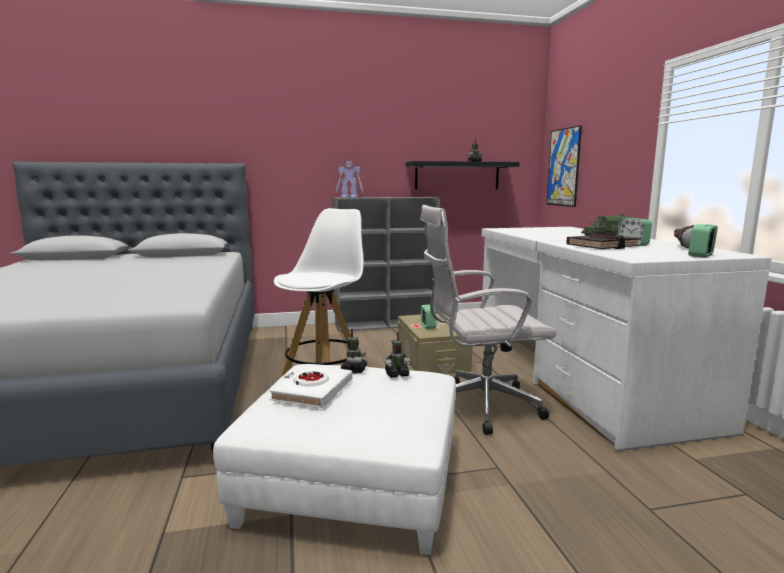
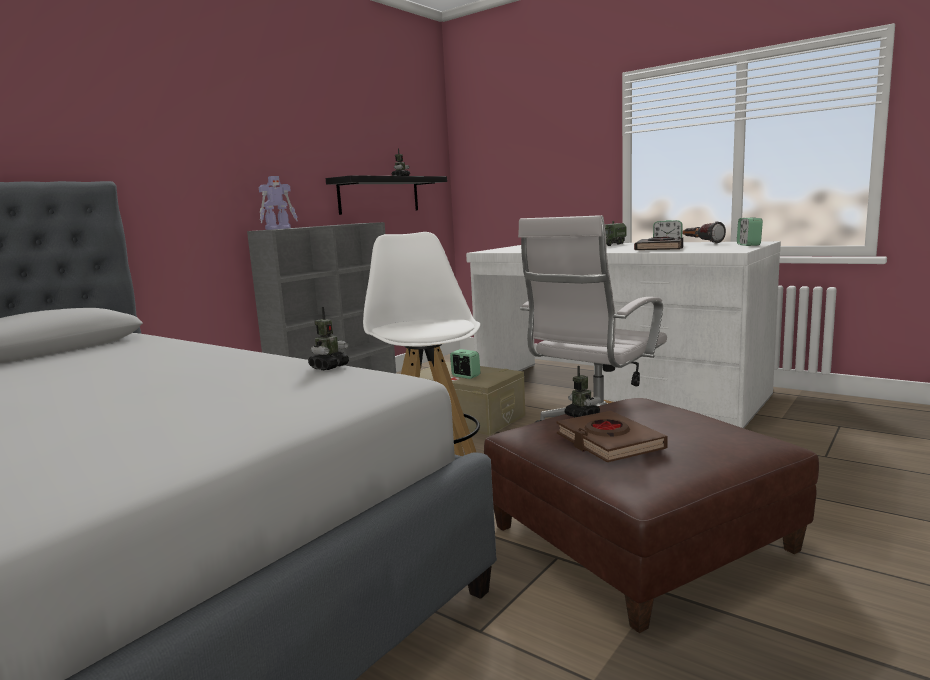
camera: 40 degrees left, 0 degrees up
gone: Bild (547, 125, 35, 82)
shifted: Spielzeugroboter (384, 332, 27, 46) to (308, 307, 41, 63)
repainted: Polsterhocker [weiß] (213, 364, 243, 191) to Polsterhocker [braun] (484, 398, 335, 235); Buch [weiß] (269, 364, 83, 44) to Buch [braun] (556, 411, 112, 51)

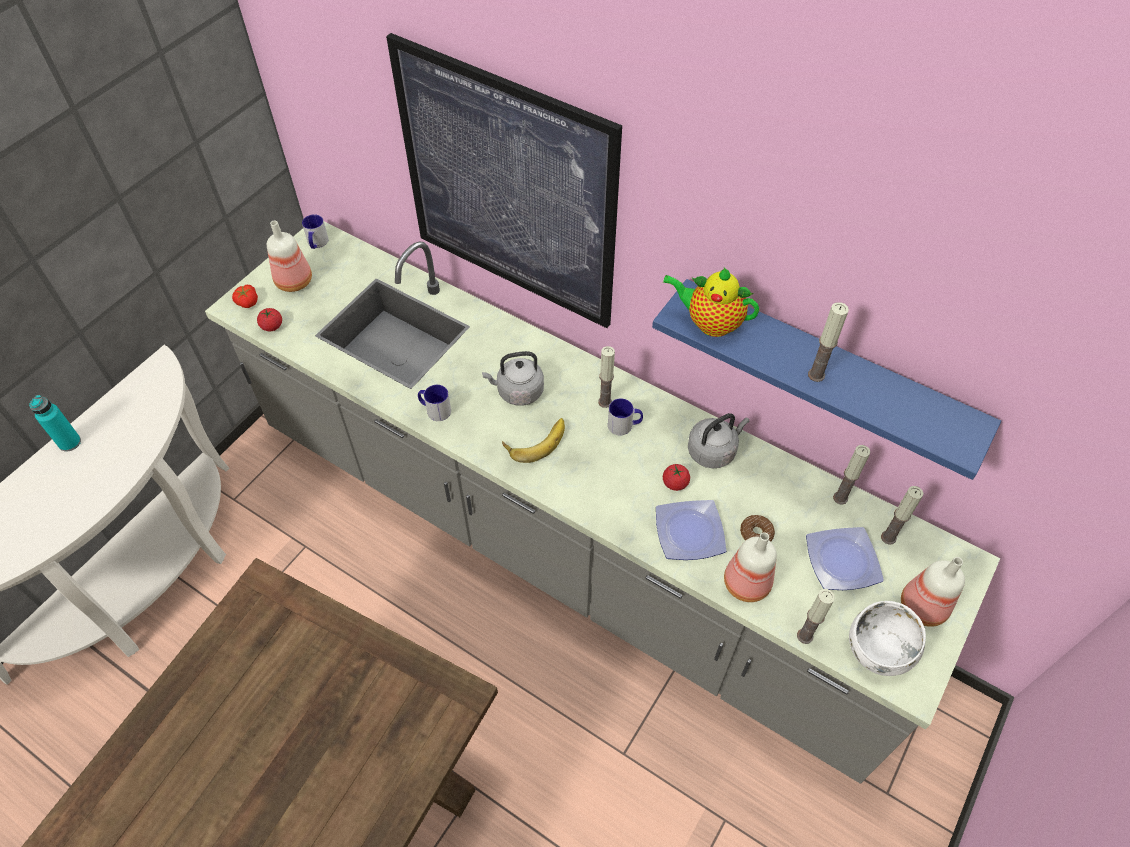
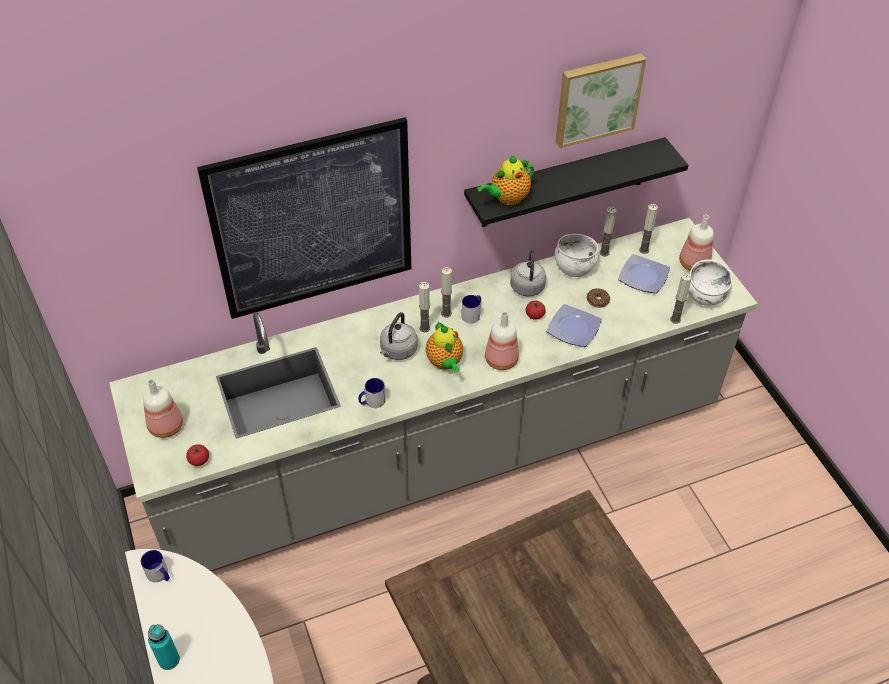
camera: 55 degrees left, 5 degrees down
gone: Tomate (232, 285, 26, 23)
new: Schüssel [weiß] (555, 234, 44, 43); Bild (556, 53, 90, 95)
shifted: Henkelbecher (302, 214, 27, 35) to (141, 550, 29, 32); Kerze (808, 302, 41, 80) to (419, 282, 11, 50); Flasche (724, 532, 53, 70) to (485, 312, 34, 58)
swapped: Banane (502, 418, 63, 45) to Teekanne (426, 321, 37, 52)
repainted: Wandregal [blau] (652, 279, 349, 201) to Wandregal [schwarz] (464, 137, 224, 90)

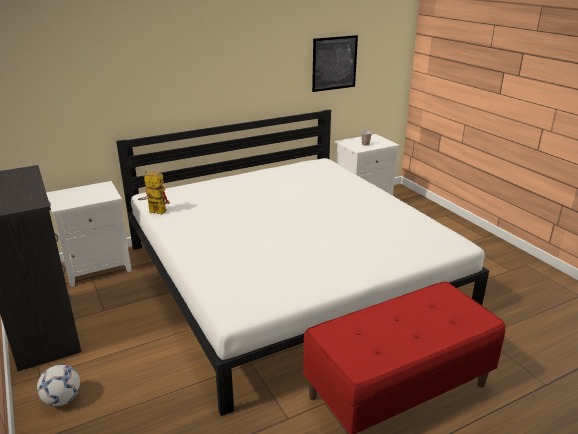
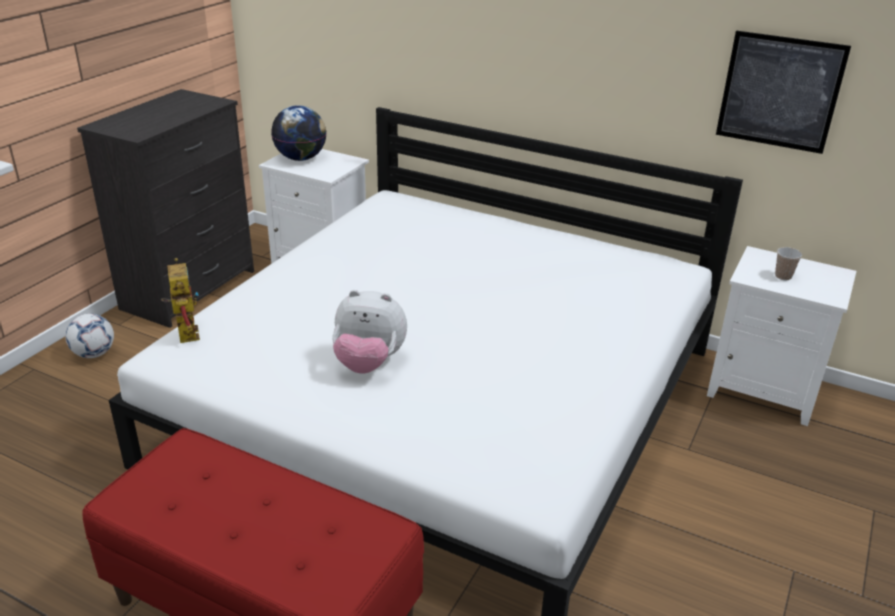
camera: 55 degrees right, 5 degrees up
new: Globus (271, 105, 55, 56); Plüschtier (332, 290, 75, 83)
shifted: Spielzeugroboter (138, 171, 32, 44) to (161, 258, 39, 85)

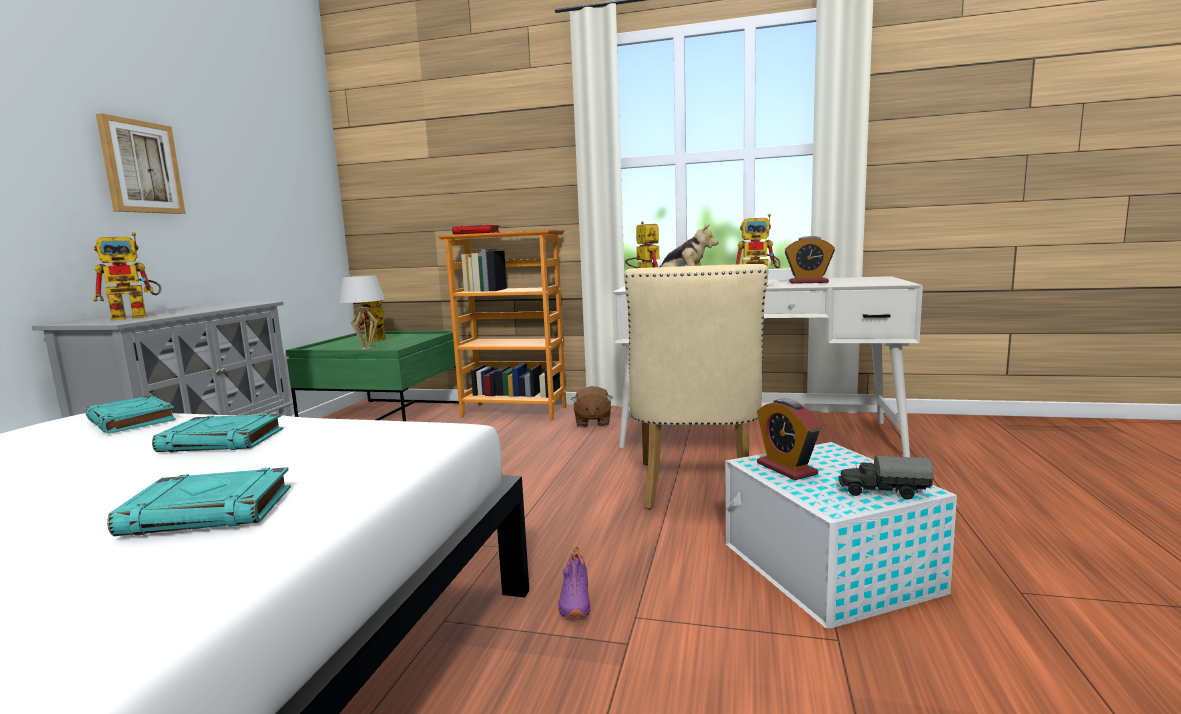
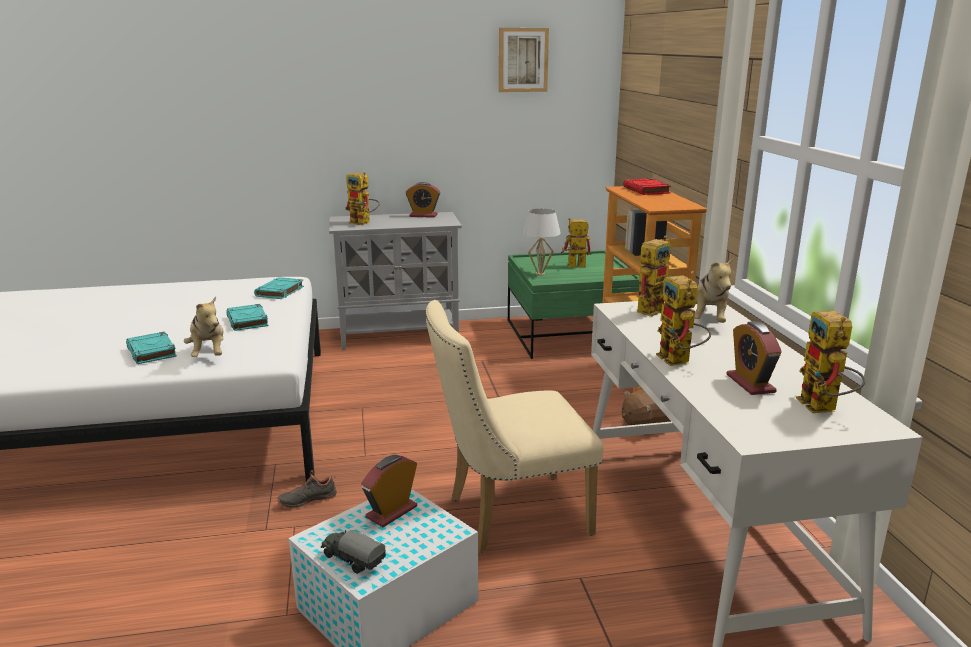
camera: 65 degrees right, 10 degrees up
new: Plüschtier (184, 296, 40, 61); Wecker (406, 182, 34, 36); Spielzeugroboter (796, 311, 69, 102)
shifted: Bild (96, 113, 89, 101) to (499, 28, 50, 64)
repainted: Schuh [lila] (558, 547, 33, 71) to Schuh [schwarz] (278, 470, 59, 38)
rotated: Spielzeuglaster (838, 456, 95, 43) = (321, 530, 65, 44) 45 degrees counterclockwise

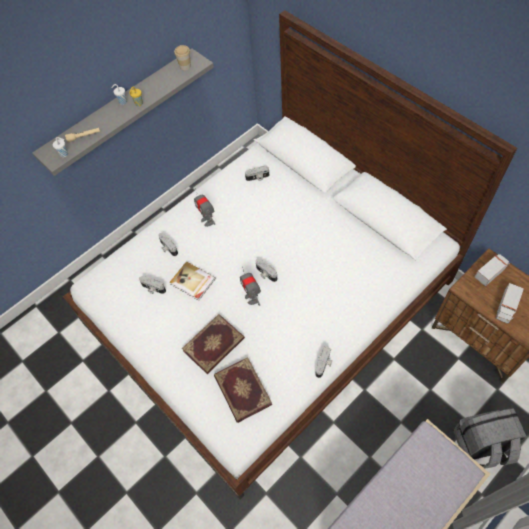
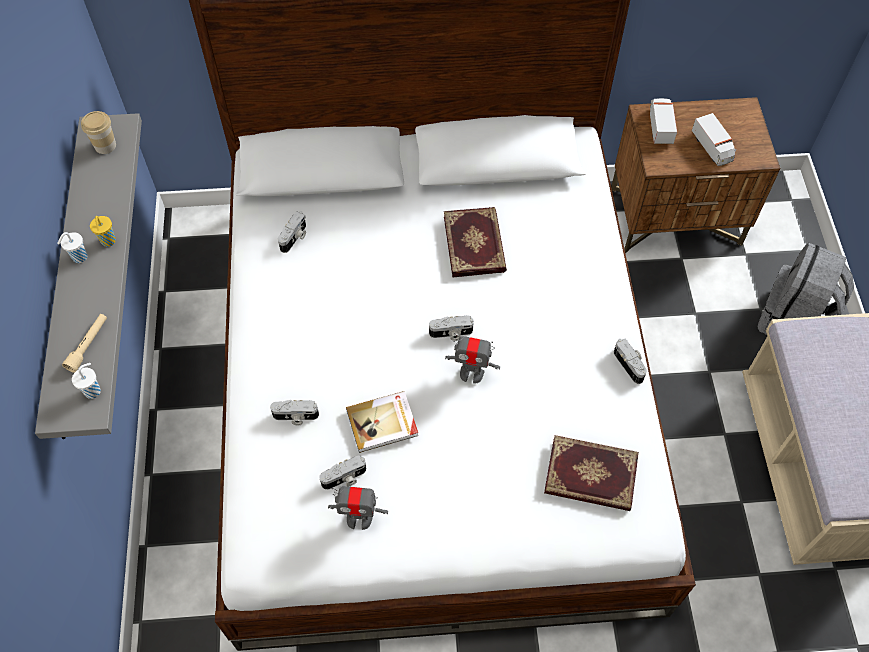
camera: 55 degrees left, 0 degrees up
shifted: Spielzeugroboter (194, 188, 21, 39) to (328, 486, 60, 44); Buch (182, 314, 63, 60) to (444, 207, 63, 70)

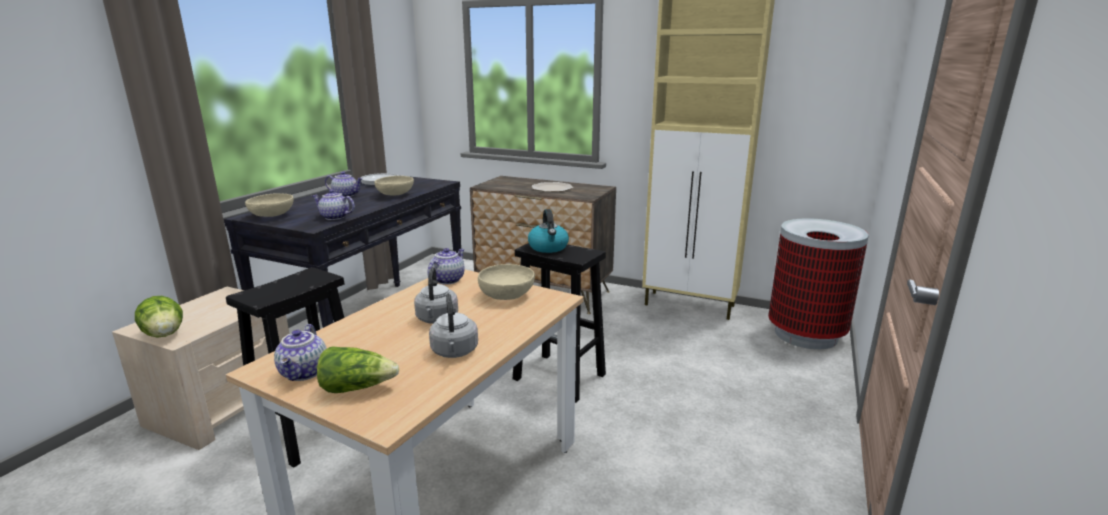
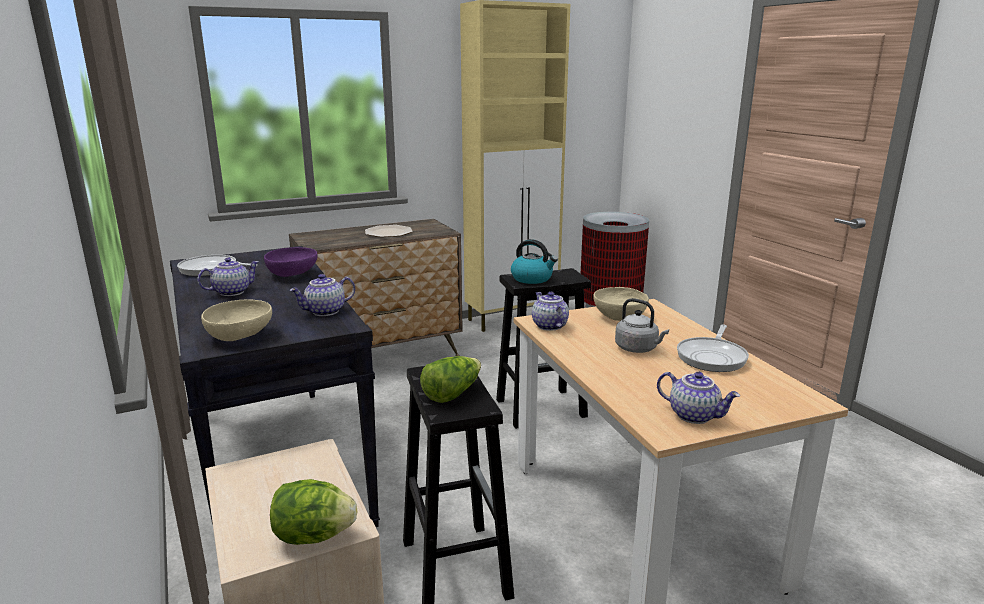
camera: 50 degrees left, 0 degrees up
shifted: Salatkopf (317, 347, 82, 46) to (420, 356, 61, 47)
swapped: Wasserkessel [grau] (429, 294, 49, 64) to Pfanne (677, 325, 72, 47)
repainted: Schüssel [beige] (374, 176, 40, 20) to Schüssel [lila] (264, 247, 54, 30)

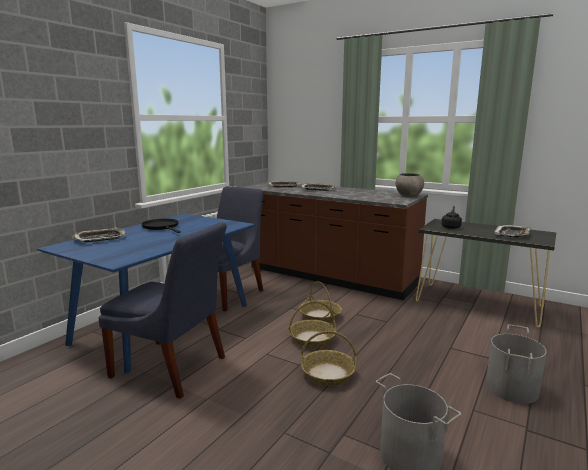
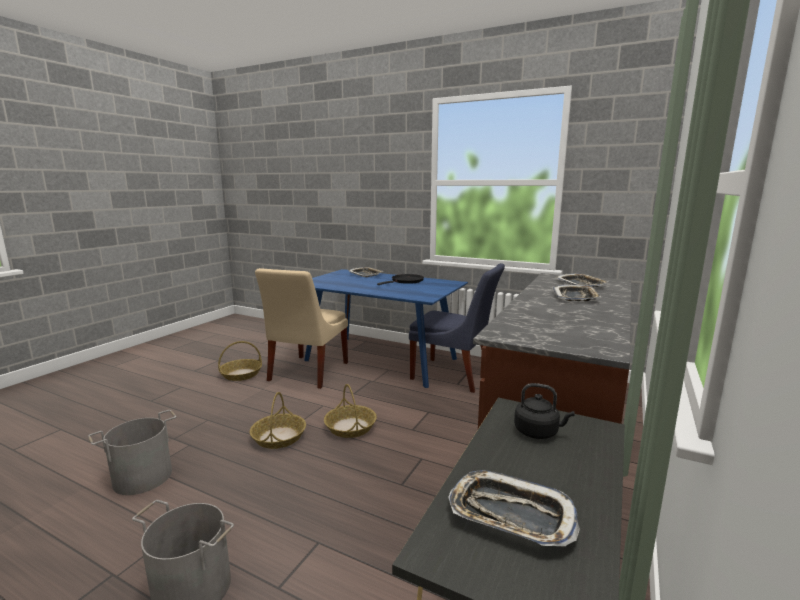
camera: 85 degrees right, 0 degrees up
gone: Schüssel [grau] (396, 173, 28, 24)
shifted: Korb (300, 281, 42, 42) to (218, 341, 44, 40)
repainted: Stuhl [blau] (98, 222, 129, 177) to Stuhl [beige] (255, 268, 93, 121)

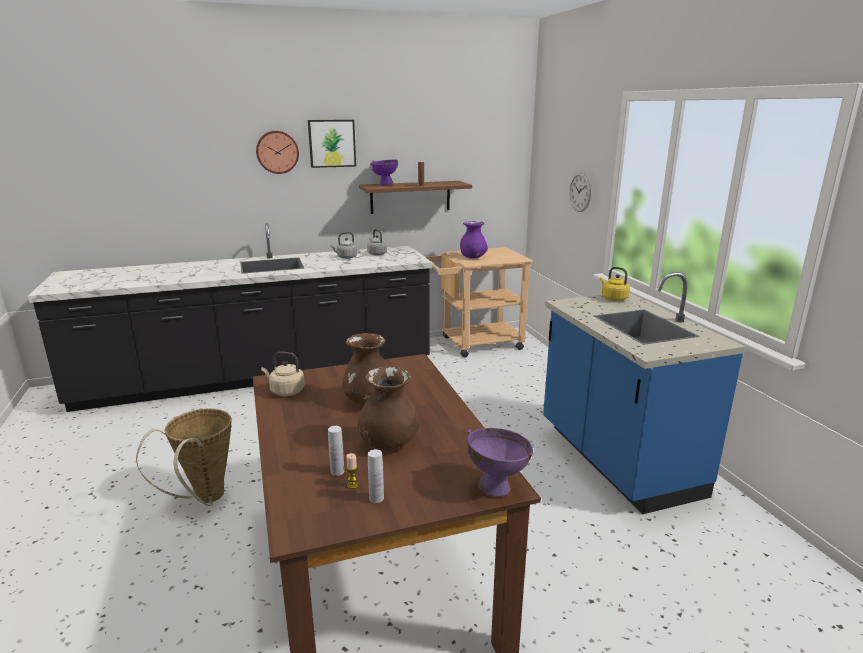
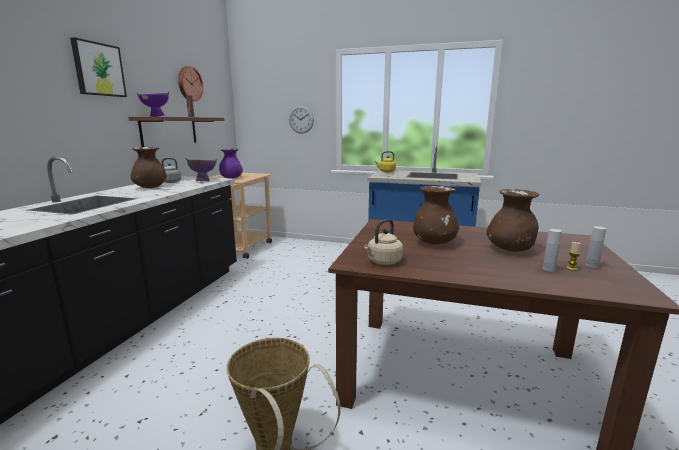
camera: 55 degrees left, 5 degrees down
shifted: Wanduhr (256, 131, 43, 43) to (178, 66, 25, 35); Schüssel [lila] (467, 428, 66, 68) to (186, 158, 31, 23)
swapped: Wasserkessel [grau] (330, 232, 28, 27) to Vase [braun] (131, 147, 36, 41)

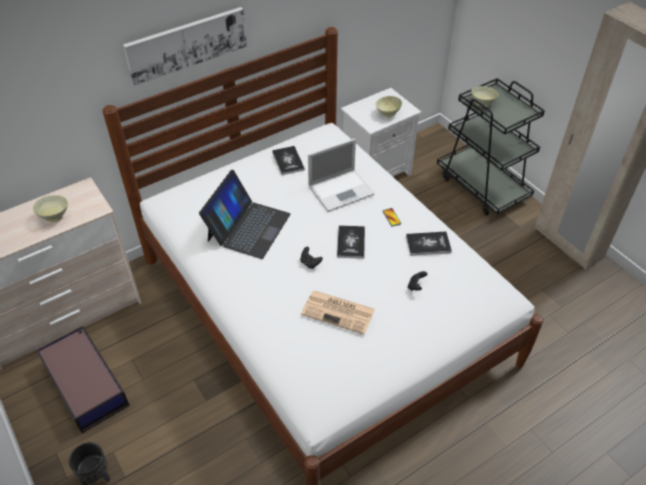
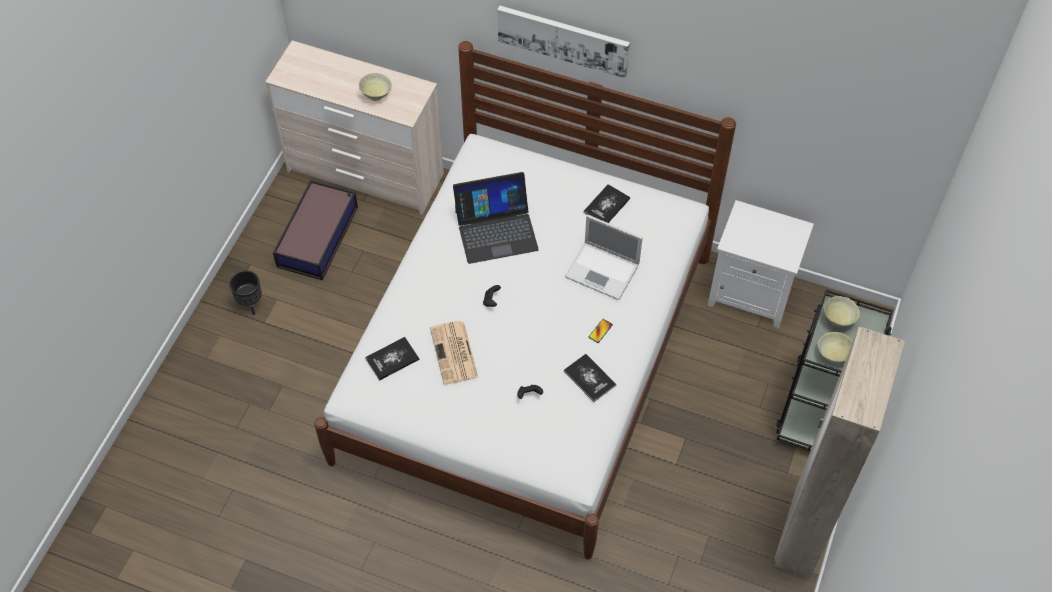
camera: 55 degrees right, 10 degrees up
shifted: Buch (337, 225, 28, 34) to (365, 337, 54, 44); Schüssel [beige] (376, 96, 26, 21) to (818, 332, 35, 31)

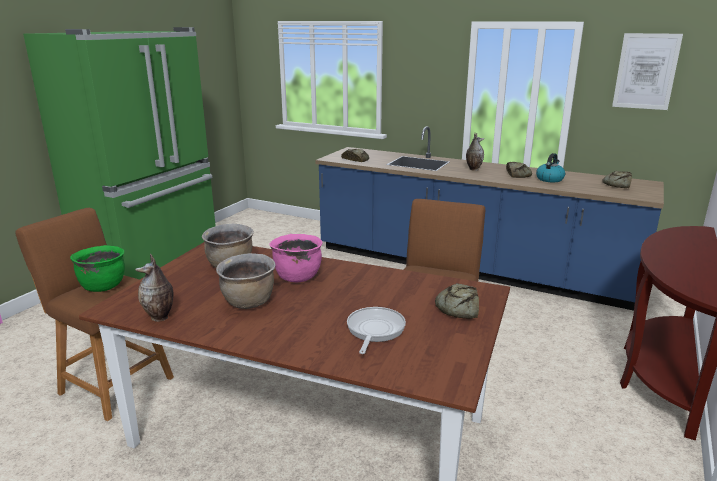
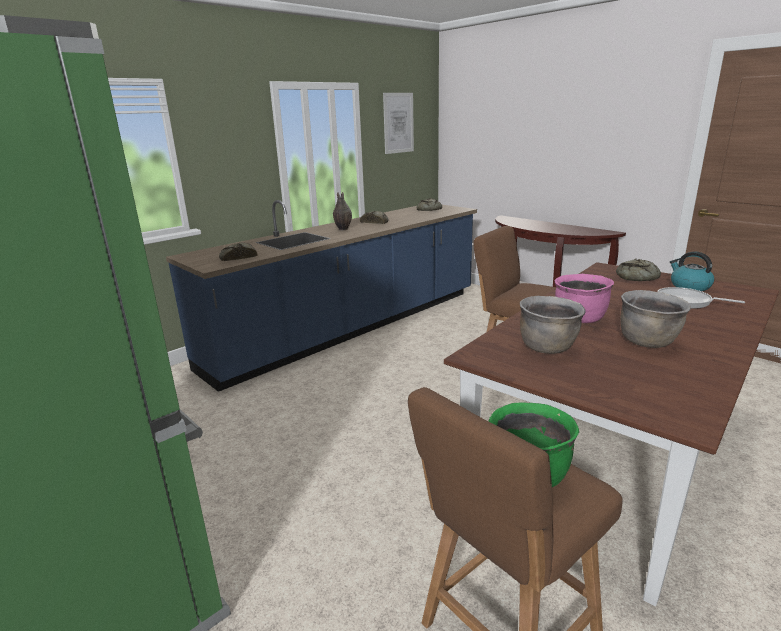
camera: 70 degrees left, 0 degrees up
gone: Vase (135, 254, 38, 68)
shifted: Wasserkessel (536, 153, 29, 29) to (670, 251, 44, 40)

